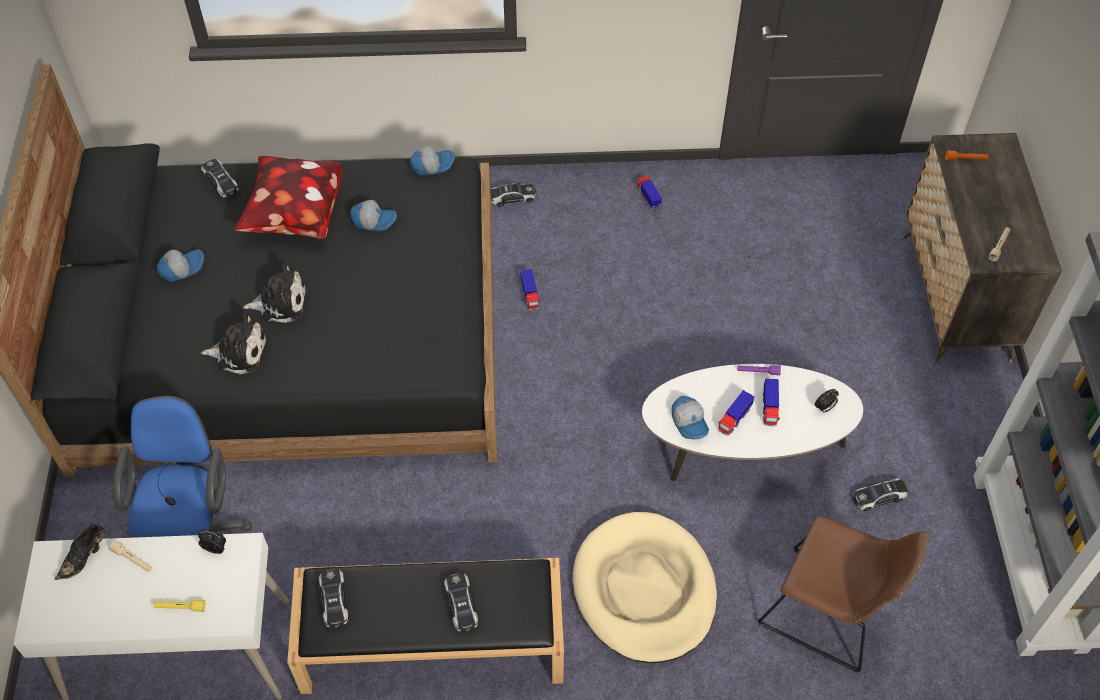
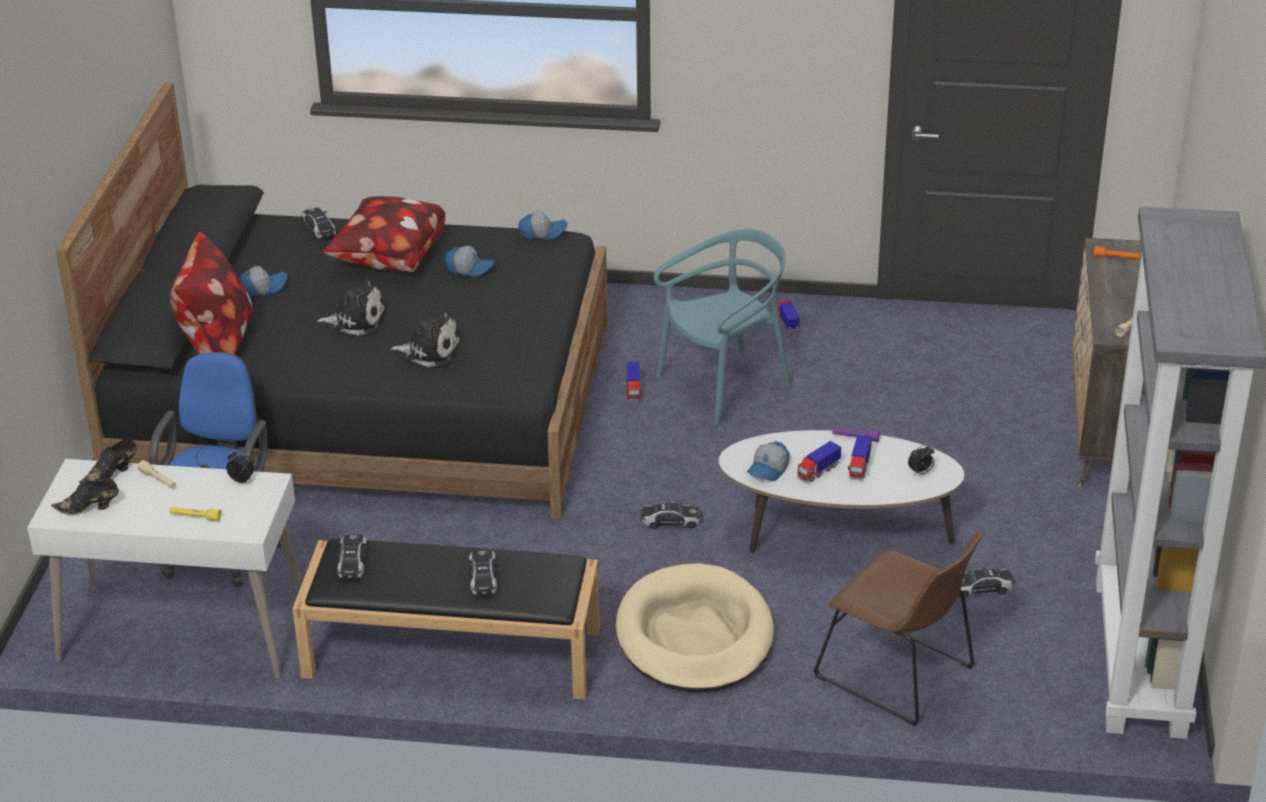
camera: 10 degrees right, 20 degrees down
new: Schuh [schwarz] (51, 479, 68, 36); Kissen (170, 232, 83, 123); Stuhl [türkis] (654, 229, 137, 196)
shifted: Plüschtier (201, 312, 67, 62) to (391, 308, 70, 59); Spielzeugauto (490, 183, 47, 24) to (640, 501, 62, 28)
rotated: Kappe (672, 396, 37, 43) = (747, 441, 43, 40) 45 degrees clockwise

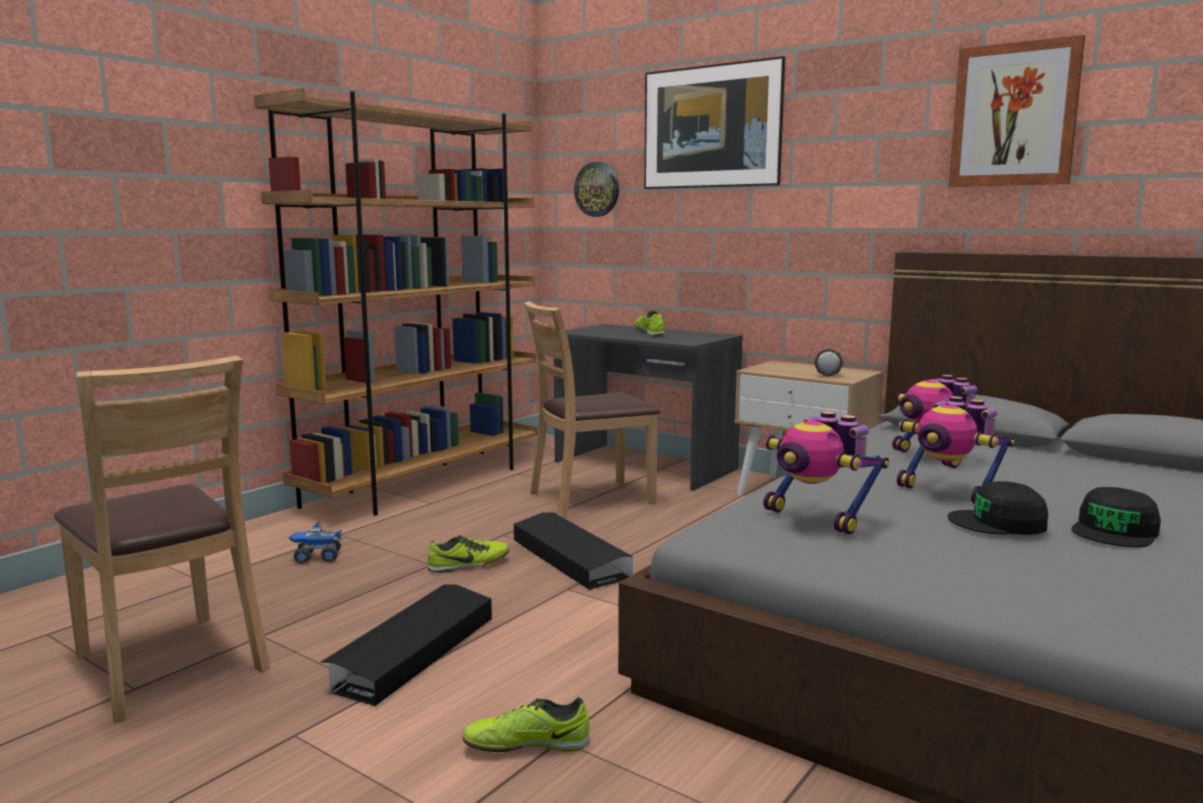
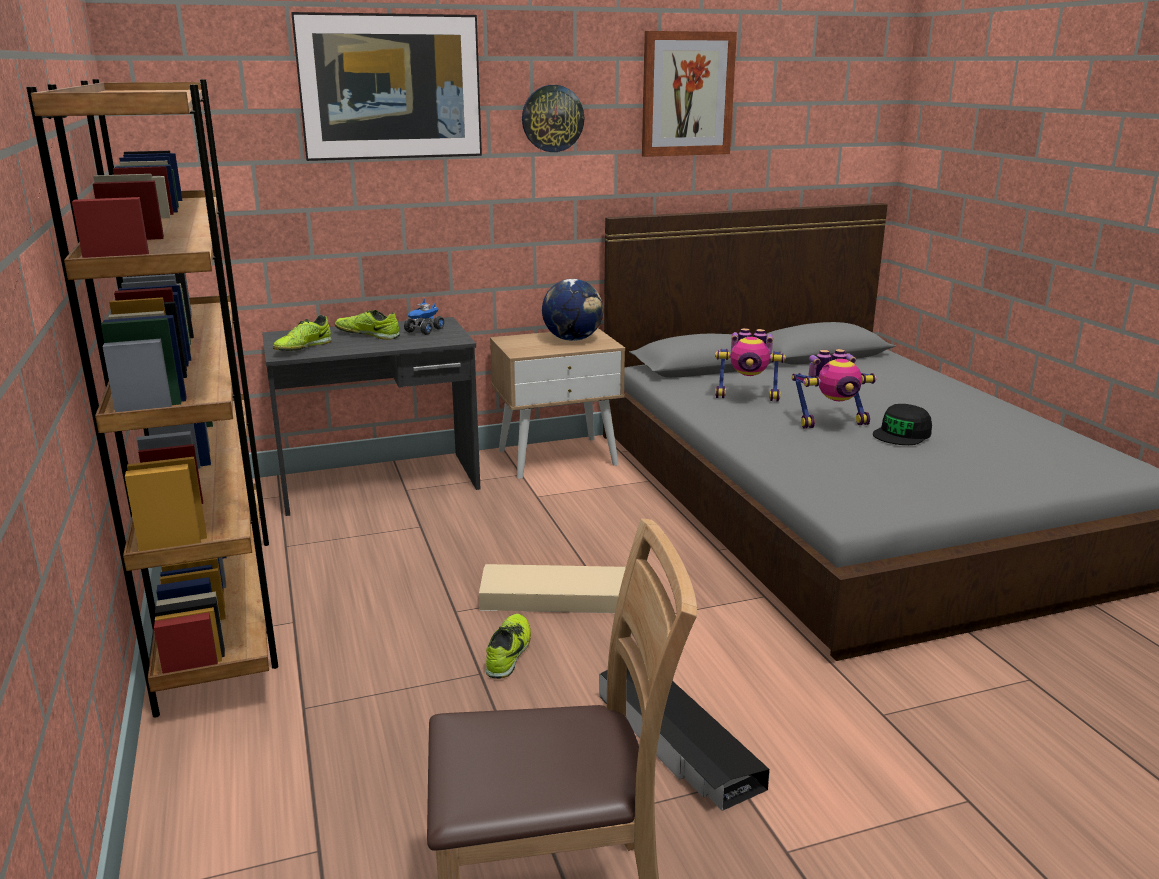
camera: 55 degrees left, 10 degrees up
gone: Stuhl [braun] (524, 301, 137, 217); Spielzeugroboter (763, 411, 126, 124); Kappe [schwarz] (1071, 487, 90, 60)
shifted: Schuh (462, 697, 128, 55) to (273, 315, 59, 36); Spielzeuglaster (288, 522, 54, 42) to (404, 298, 40, 37); Wanduhr (574, 162, 45, 55) to (522, 85, 63, 67)
swapped: Taschenlampe (814, 348, 29, 28) to Globus (542, 279, 61, 62)
repainted: Aufbewahrungsbox [schwarz] (514, 512, 119, 78) to Aufbewahrungsbox [beige] (479, 564, 147, 49)

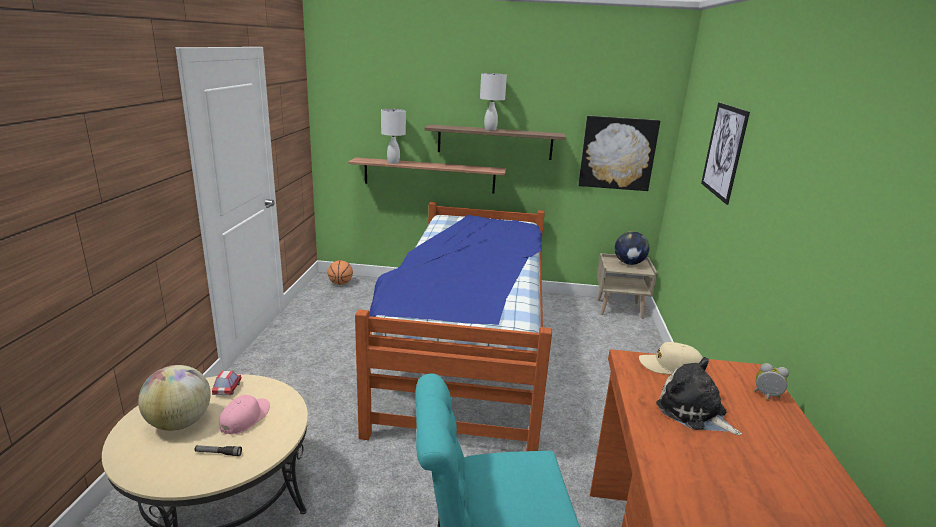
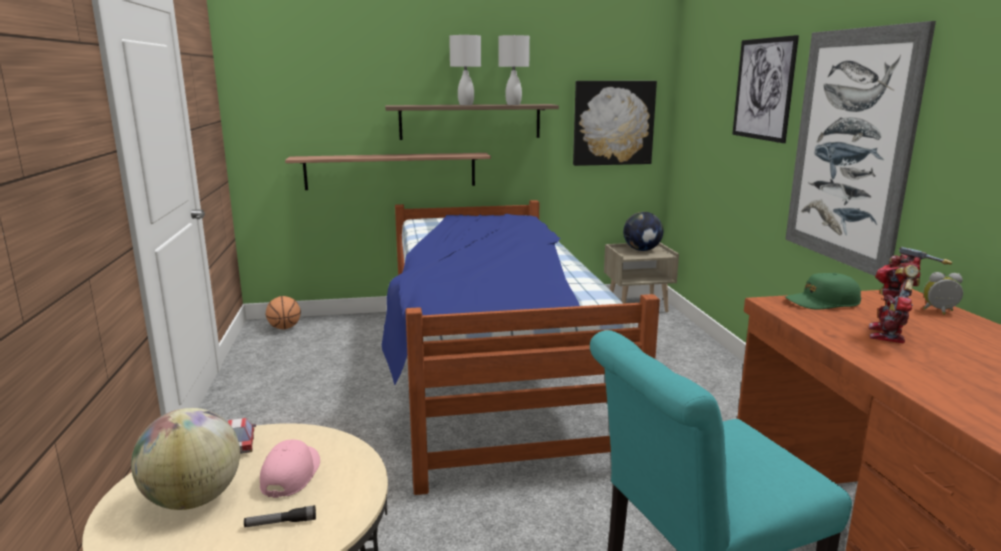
camera: 15 degrees left, 5 degrees down
new: Bild (785, 21, 151, 255)
shifted: Tischlampe [weiß] (381, 109, 25, 55) to (498, 35, 32, 70)
swapped: Plüschtier (656, 357, 86, 78) to Spielzeugroboter (869, 247, 83, 97)
repainted: Kappe [beige] (639, 342, 64, 33) to Kappe [grün] (785, 273, 76, 36)

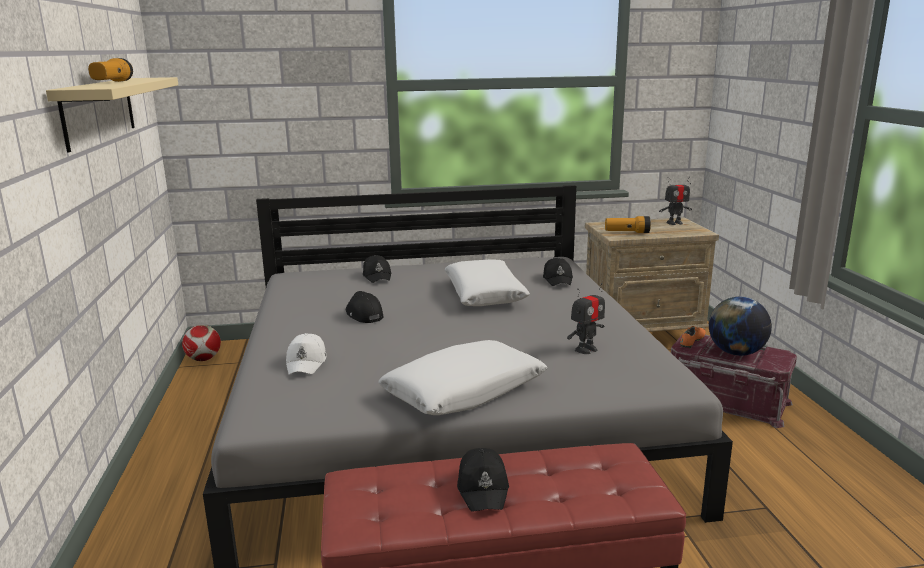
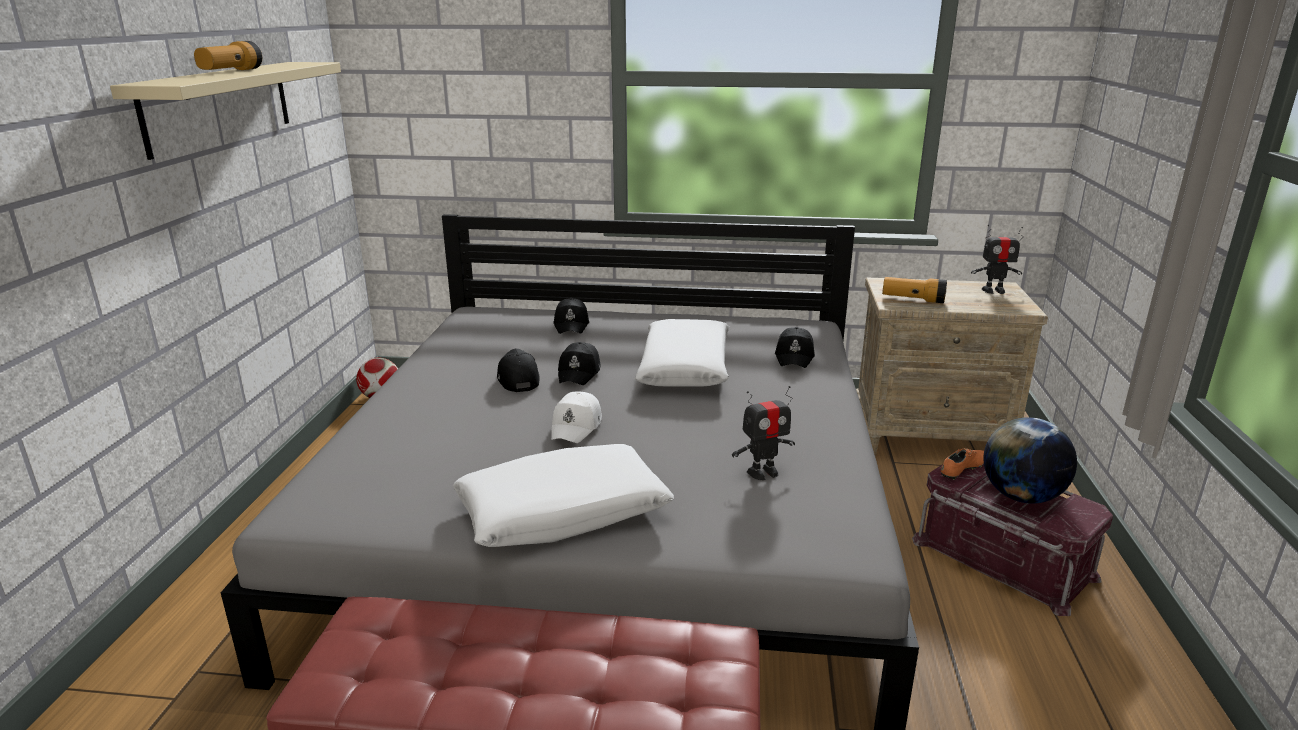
camera: 15 degrees right, 5 degrees up
shifted: Kappe [weiß] (286, 333, 40, 41) to (551, 392, 51, 51); Kappe [schwarz] (457, 448, 52, 64) to (558, 342, 42, 43)

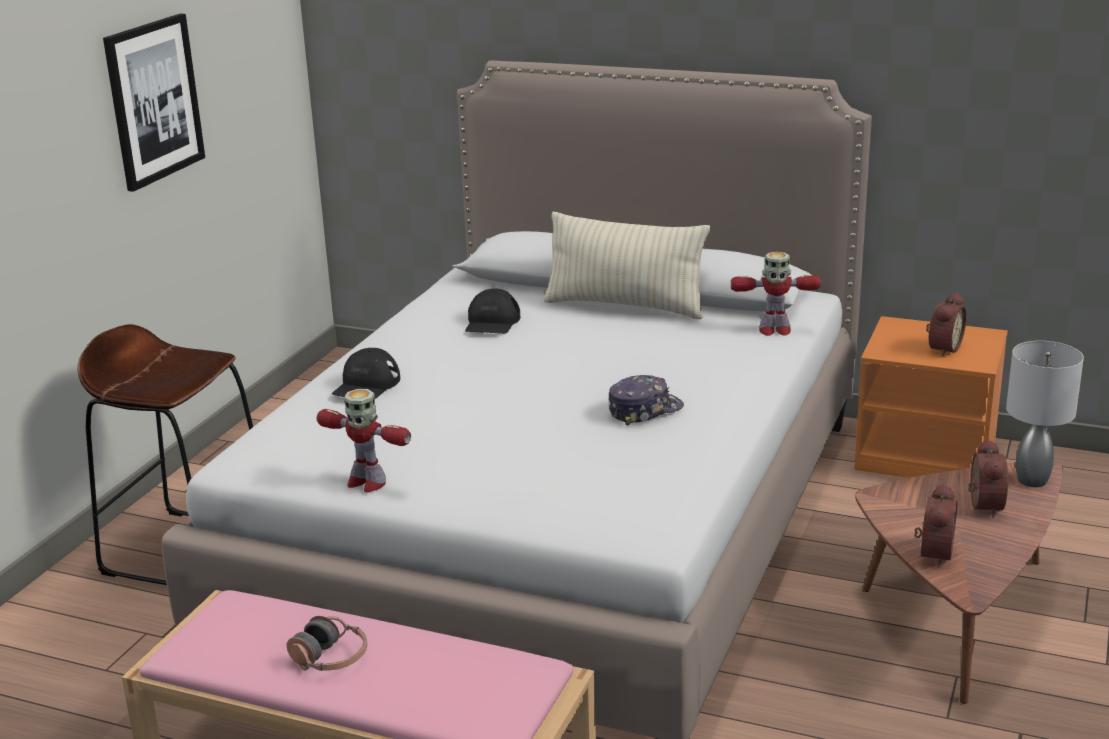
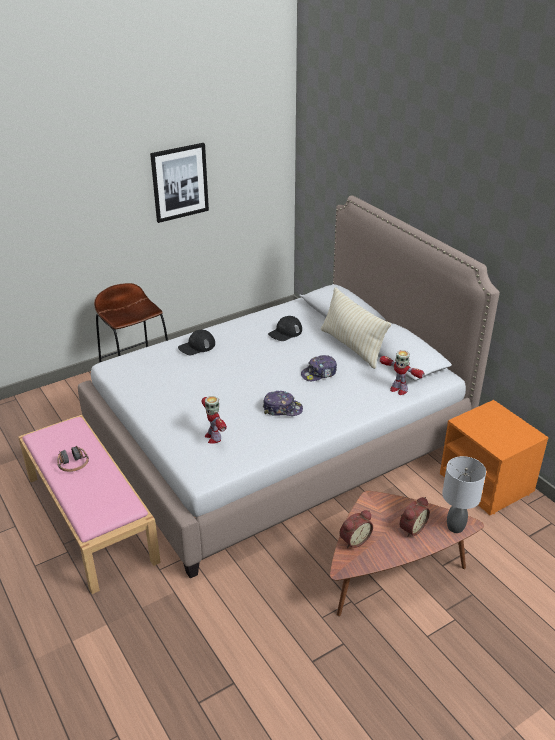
camera: 35 degrees right, 10 degrees up
gone: Wecker (926, 293, 41, 64)
new: Kappe (301, 355, 36, 26)
shifted: Spielzeugroboter (317, 389, 94, 103) to (202, 396, 25, 48)

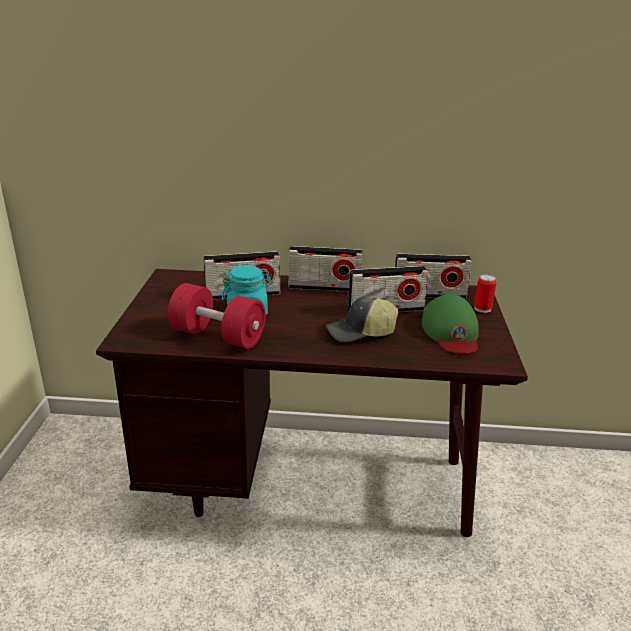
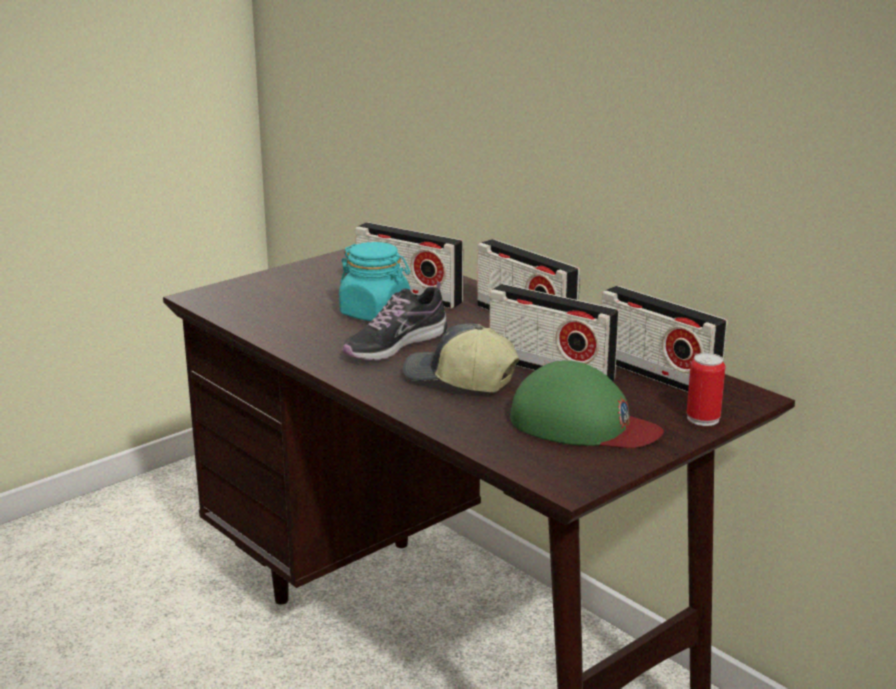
camera: 45 degrees right, 5 degrees down
gone: Hantel [rot] (168, 283, 98, 66)
new: Schuh (342, 281, 106, 79)
rotated: Kappe [grün] (422, 294, 57, 59) = (510, 360, 154, 88) 105 degrees counterclockwise

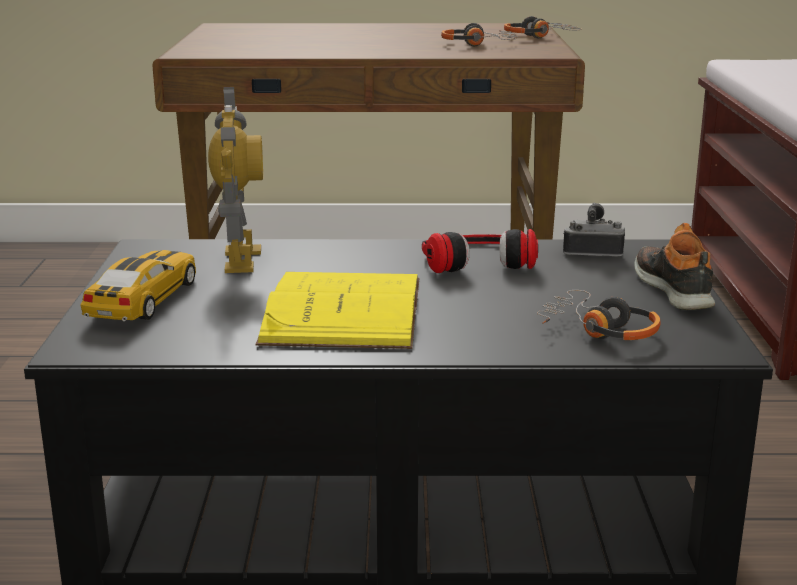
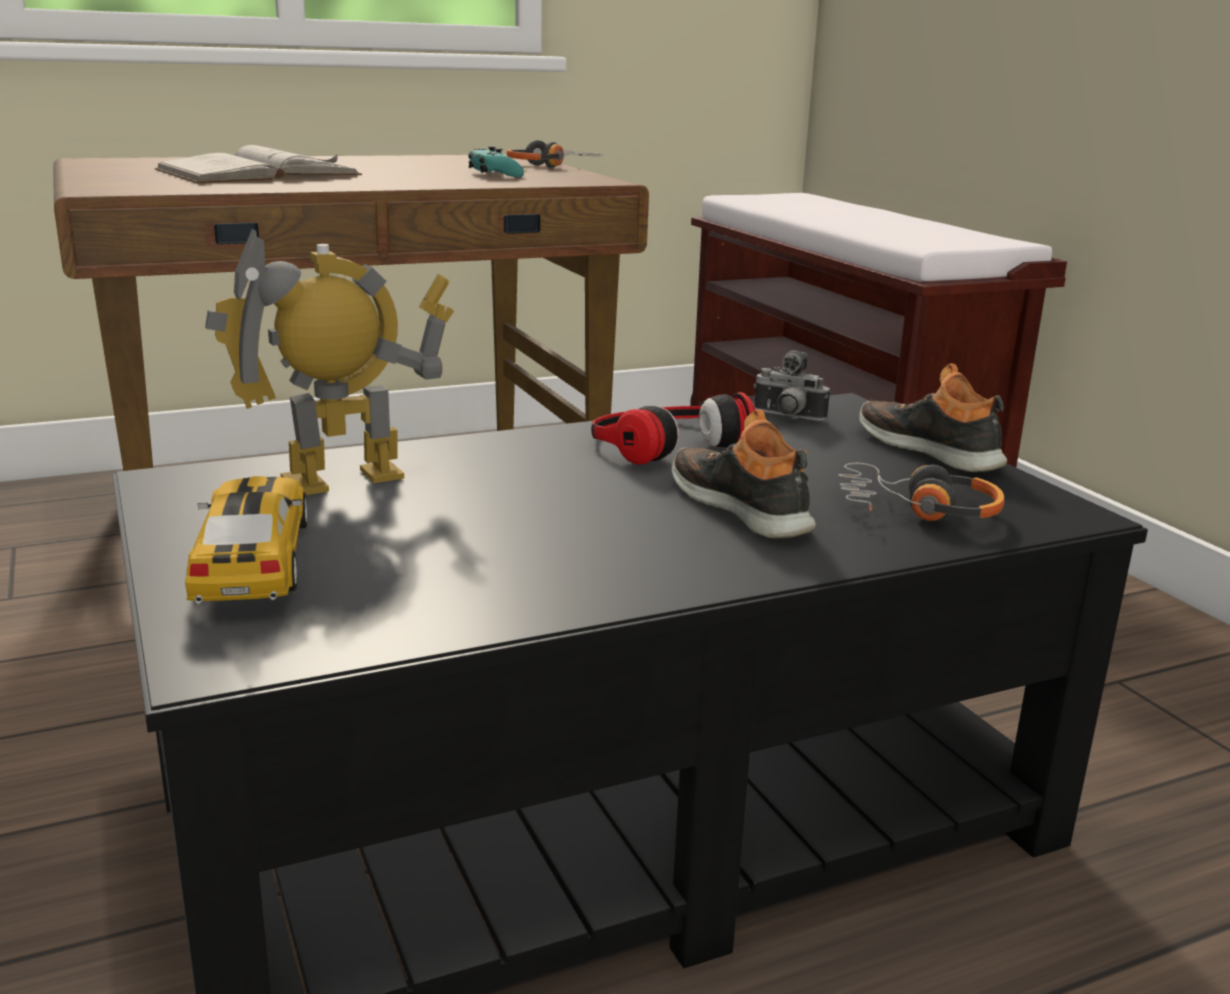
camera: 25 degrees left, 0 degrees up
gone: Buch [gelb] (256, 272, 163, 77)
new: Buch [weiß] (155, 145, 207, 38); Schuh (672, 409, 144, 130)
swapped: Kopfhörer (441, 23, 77, 23) to Gamepad [türkis] (468, 146, 56, 32)
rotated: Spielzeugroboter (208, 87, 55, 186) = (205, 229, 249, 266) 90 degrees counterclockwise; Kamera (563, 202, 62, 55) = (753, 350, 77, 72) 135 degrees counterclockwise

